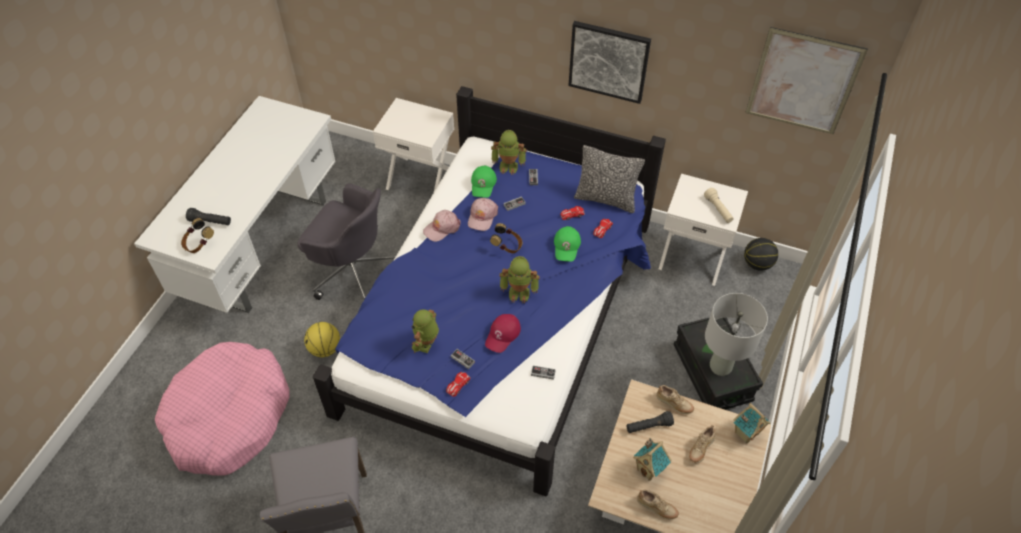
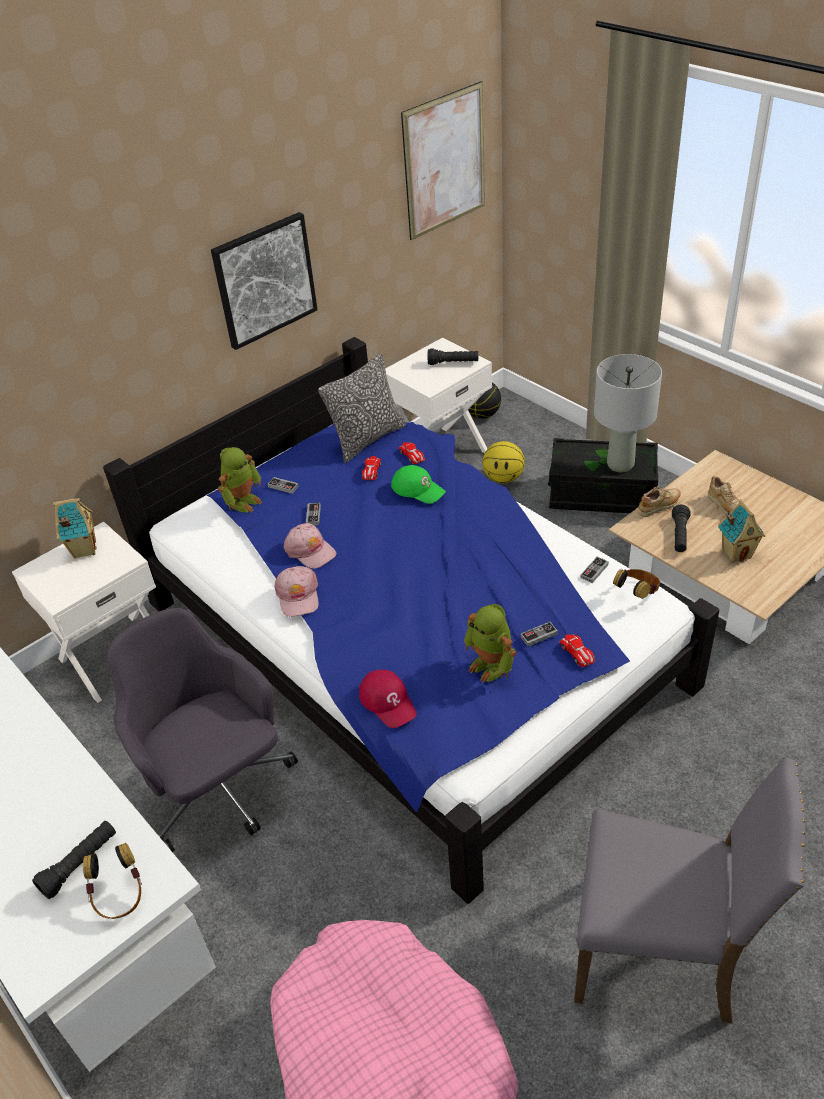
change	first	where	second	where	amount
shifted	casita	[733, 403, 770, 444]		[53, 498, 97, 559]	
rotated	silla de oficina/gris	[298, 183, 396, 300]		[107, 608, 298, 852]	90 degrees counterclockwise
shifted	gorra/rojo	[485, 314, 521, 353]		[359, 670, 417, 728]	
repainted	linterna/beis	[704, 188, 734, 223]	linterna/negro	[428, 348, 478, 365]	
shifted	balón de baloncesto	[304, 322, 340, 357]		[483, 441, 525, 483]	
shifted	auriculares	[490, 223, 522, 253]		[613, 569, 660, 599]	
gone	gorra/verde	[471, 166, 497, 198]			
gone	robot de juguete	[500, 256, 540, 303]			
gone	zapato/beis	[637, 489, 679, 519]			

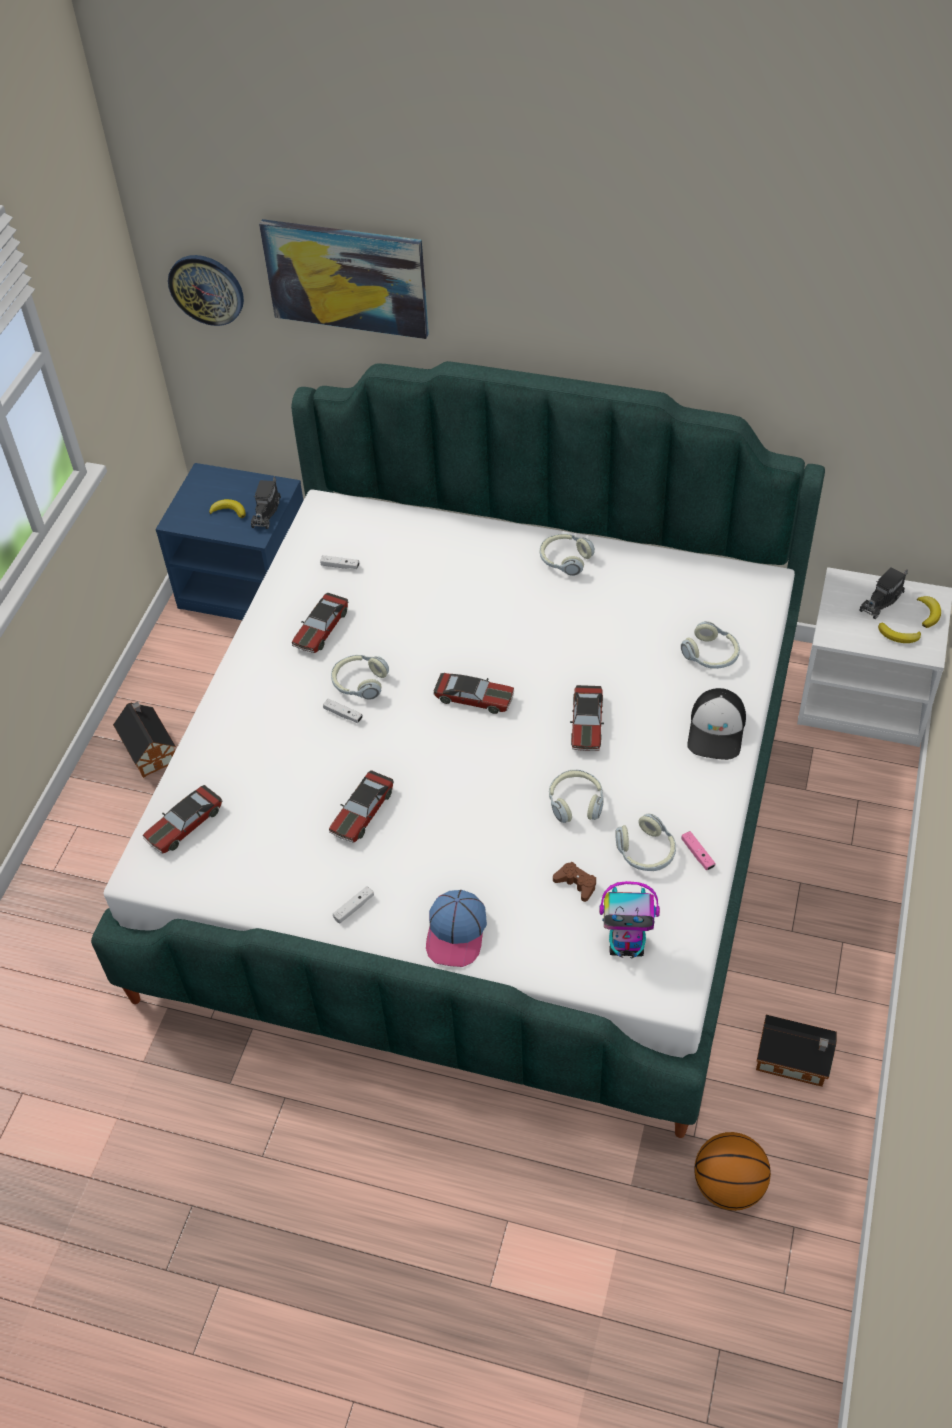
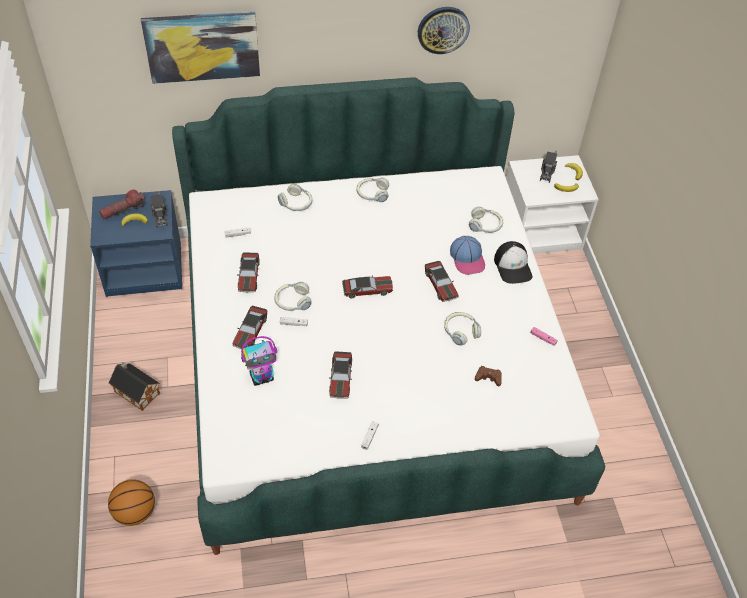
change	first	where	second	where	amount
new			linterna	[99, 190, 145, 219]	
shifted	balón de baloncesto	[694, 1132, 771, 1211]		[108, 479, 155, 526]	
shifted	coche de juguete	[143, 785, 222, 853]		[233, 306, 268, 349]	
shifted	robot de juguete	[599, 881, 660, 958]		[241, 336, 277, 386]	
shifted	auriculares	[615, 814, 676, 871]		[278, 184, 312, 211]	
shifted	reloj de pared	[168, 255, 244, 326]		[418, 7, 470, 54]	
shifted	gorra	[426, 890, 487, 967]		[450, 236, 485, 275]	
gone	casita	[756, 1015, 837, 1087]			

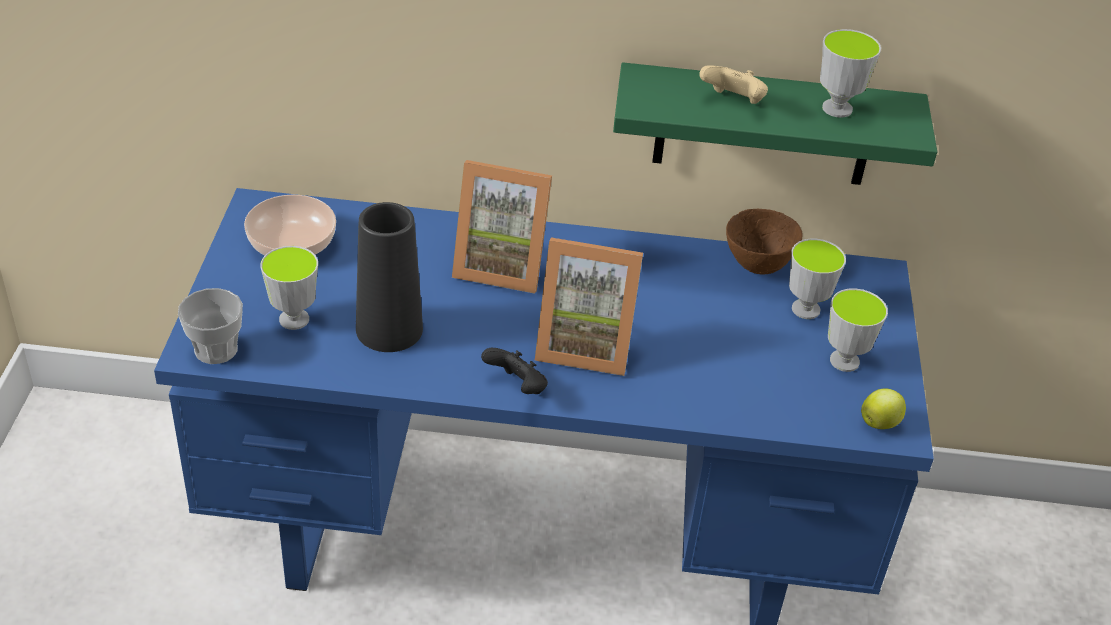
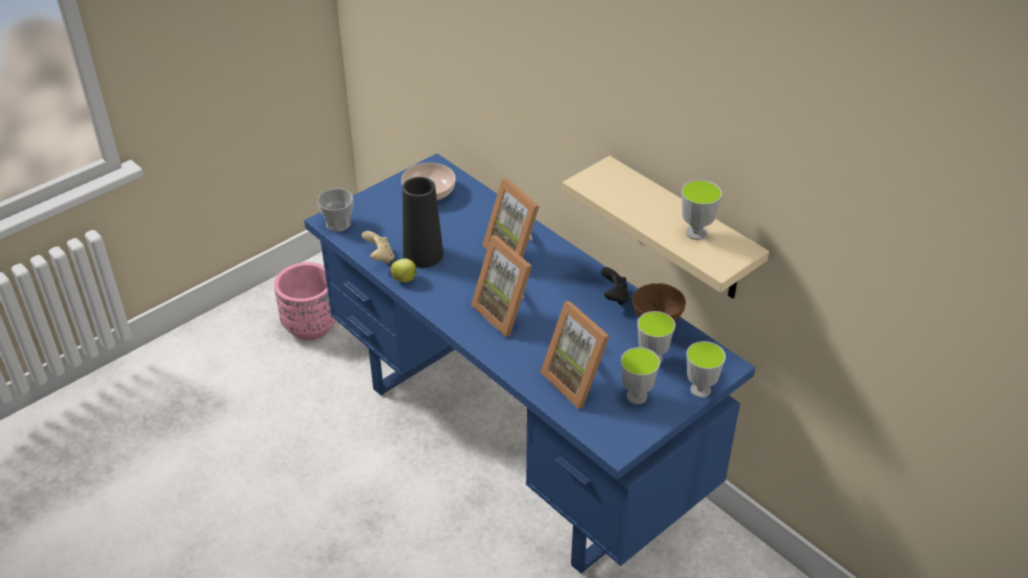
change	first	where	second	where	amount
new			maceta/rosa	[274, 262, 336, 340]	
shifted	mando de consola/beis	[699, 65, 768, 104]		[362, 231, 394, 264]	
shifted	manzana	[861, 389, 906, 429]		[391, 259, 418, 282]	
new			portarretratos	[540, 301, 609, 409]	
repainted	estante/verde	[613, 62, 937, 185]	estante/beis	[562, 156, 769, 299]	
shifted	mando de consola/negro	[481, 348, 548, 394]		[601, 267, 629, 305]	
shifted	taza	[261, 246, 318, 330]		[686, 341, 726, 398]	

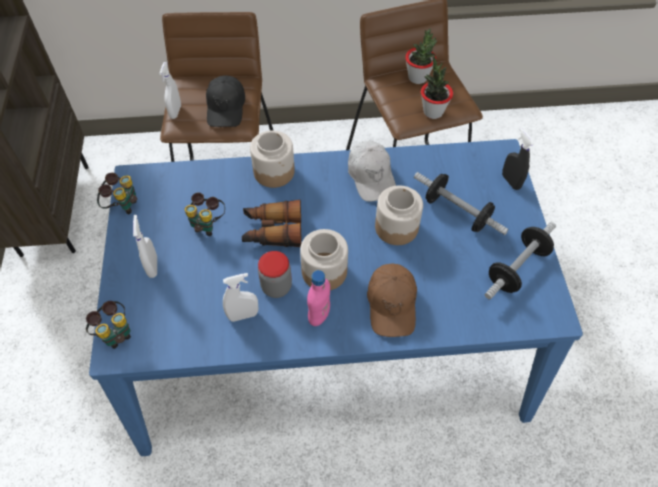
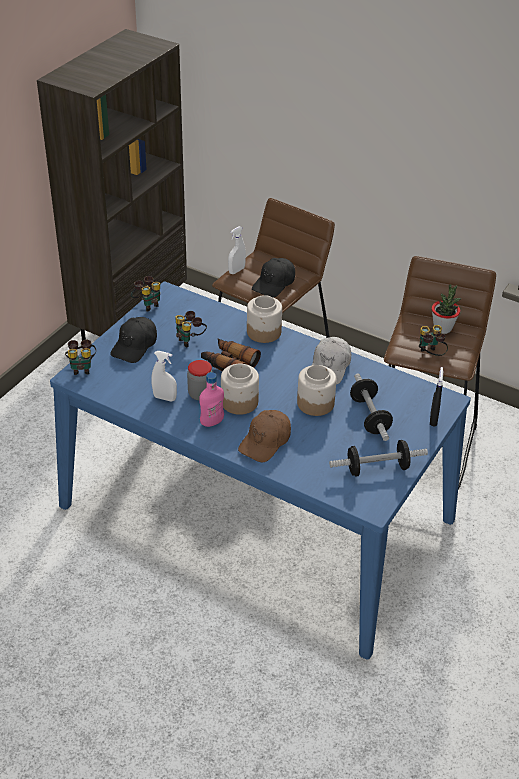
change	first	where	second	where	amount
swapped	pulverizador/blanco	[133, 215, 157, 278]	gorra/negro	[110, 317, 157, 363]	
swapped	planta en maceta	[421, 56, 453, 119]	prismáticos	[419, 325, 448, 356]	

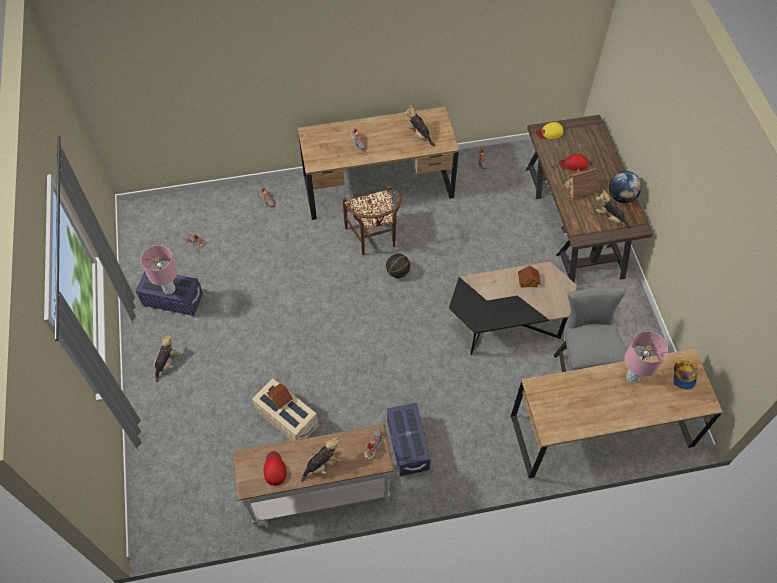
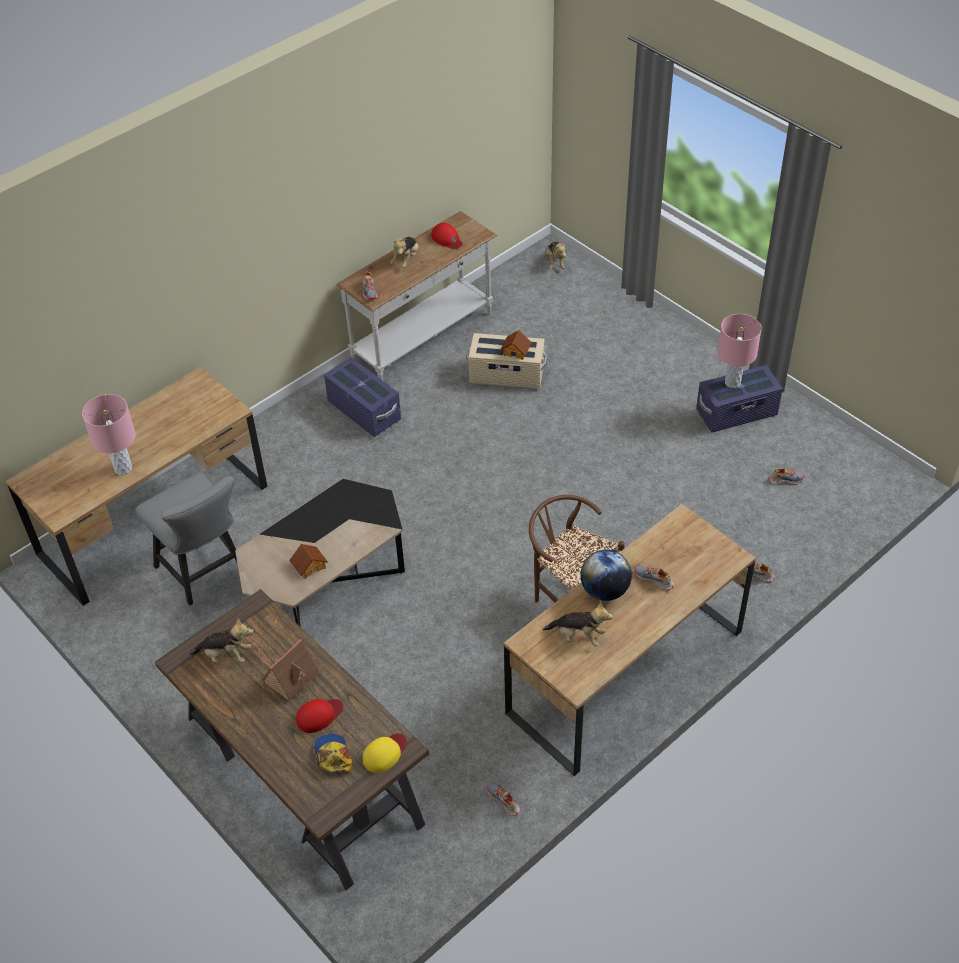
change	first	where	second	where	amount
shifted	gorra	[673, 358, 698, 389]		[314, 734, 352, 774]	
shifted	peluche	[154, 335, 179, 383]		[543, 242, 566, 269]	
shifted	globo terráqueo	[609, 171, 642, 203]		[580, 550, 632, 601]	
gone	balón de baloncesto	[386, 254, 410, 278]			

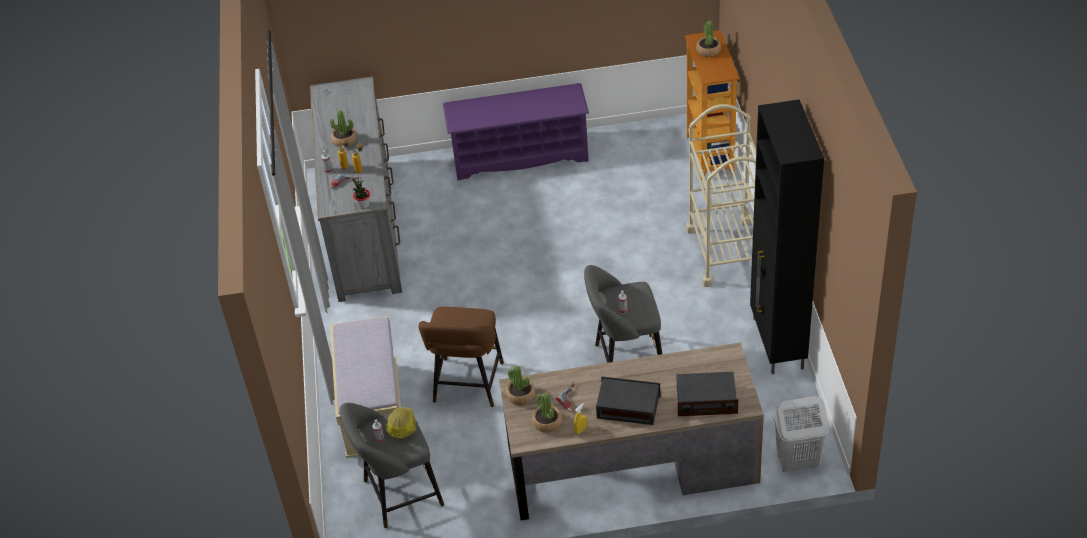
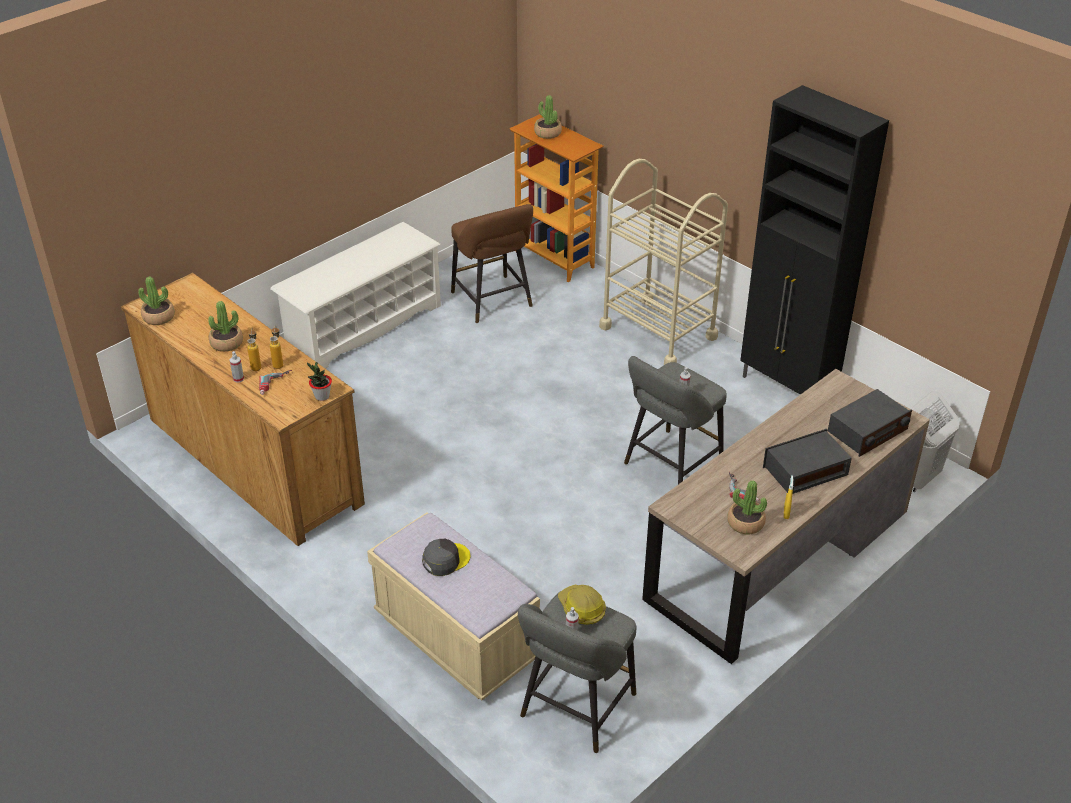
change	first	where	second	where	amount
repainted	cómoda/gris	[310, 77, 402, 302]	cómoda/marrón	[121, 273, 365, 546]	
shifted	planta en maceta	[506, 365, 535, 405]		[138, 277, 175, 325]	
repainted	zapatero/morado	[443, 83, 589, 180]	zapatero/blanco	[270, 222, 441, 369]	
new			gorra/gris	[422, 539, 470, 576]	
shifted	taburete/marrón	[419, 307, 504, 407]		[451, 204, 533, 323]	

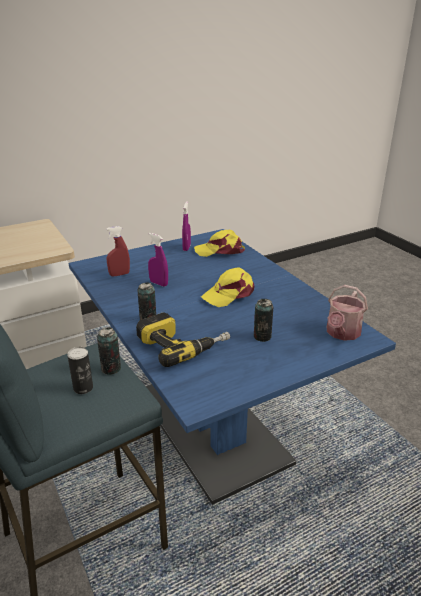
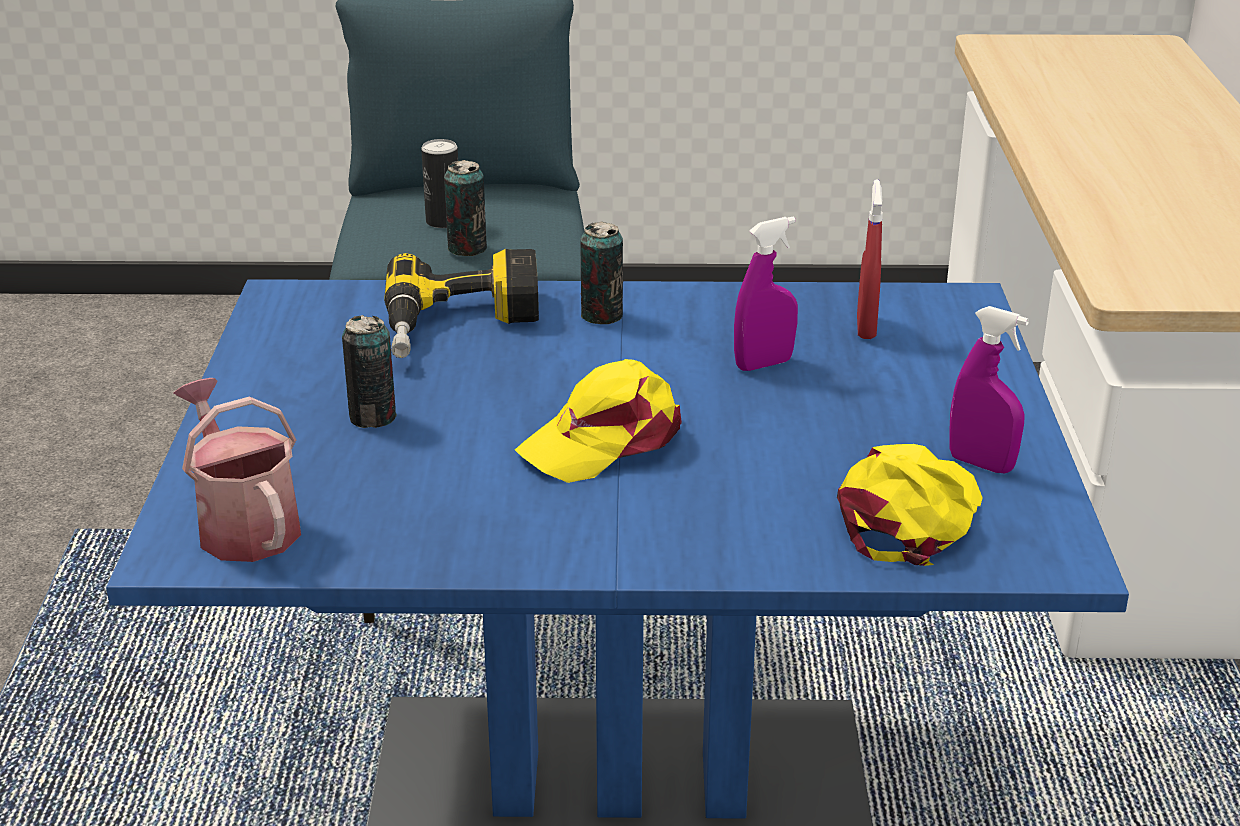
change	first	where	second	where	amount
rotated	gorra/amarillo	[201, 267, 254, 307]		[515, 359, 682, 483]	120 degrees counterclockwise

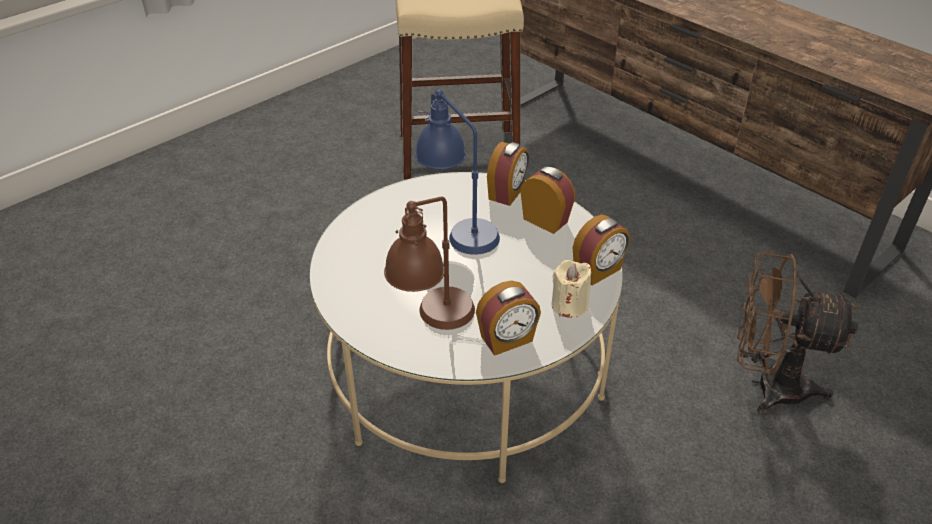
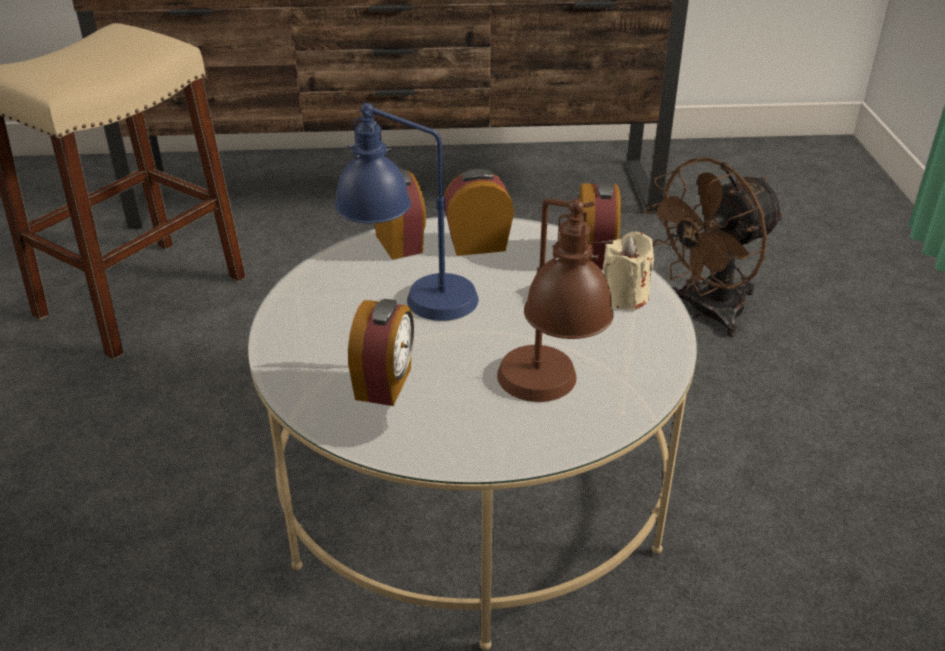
change	first	where	second	where	amount
shifted	despertador	[476, 281, 541, 356]		[348, 299, 414, 406]	

